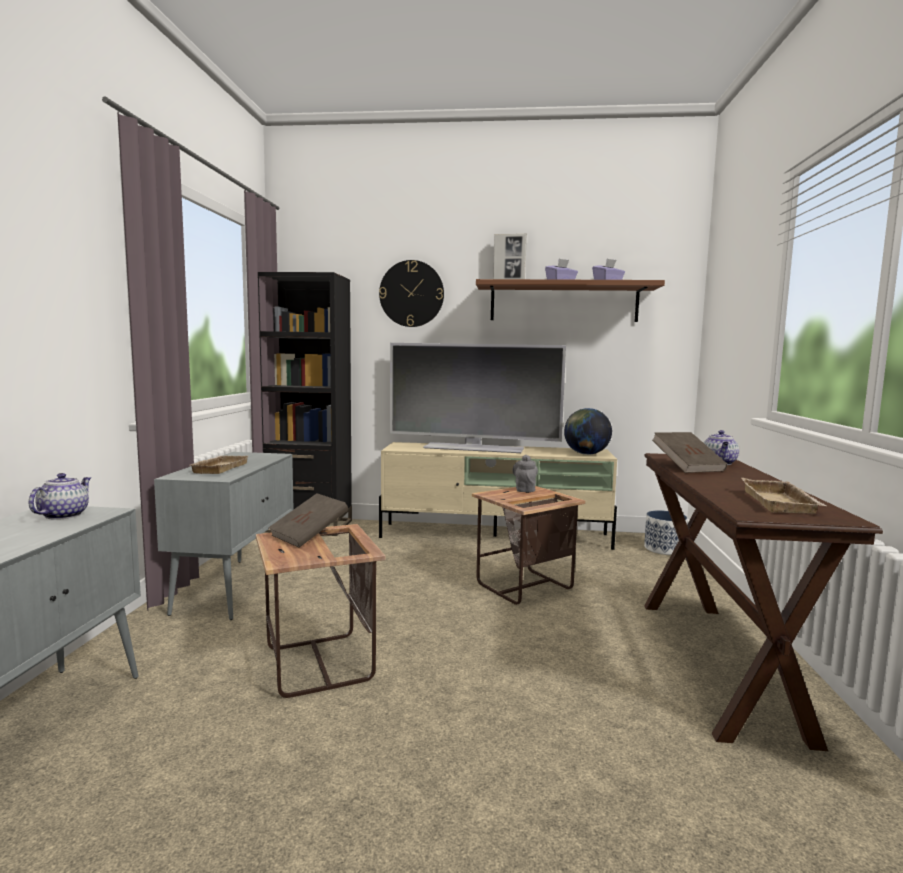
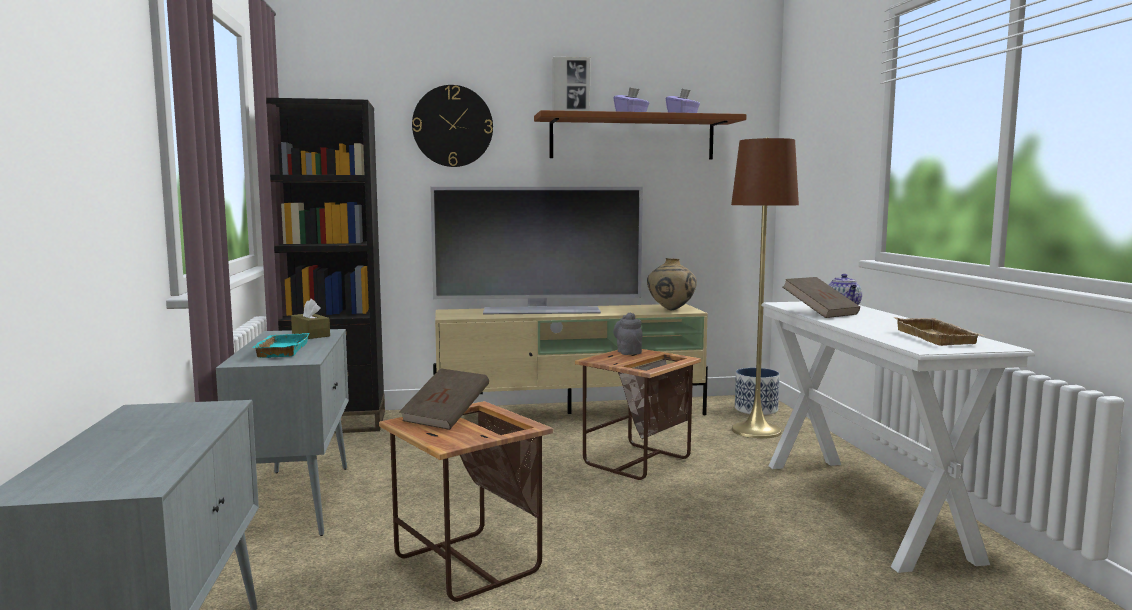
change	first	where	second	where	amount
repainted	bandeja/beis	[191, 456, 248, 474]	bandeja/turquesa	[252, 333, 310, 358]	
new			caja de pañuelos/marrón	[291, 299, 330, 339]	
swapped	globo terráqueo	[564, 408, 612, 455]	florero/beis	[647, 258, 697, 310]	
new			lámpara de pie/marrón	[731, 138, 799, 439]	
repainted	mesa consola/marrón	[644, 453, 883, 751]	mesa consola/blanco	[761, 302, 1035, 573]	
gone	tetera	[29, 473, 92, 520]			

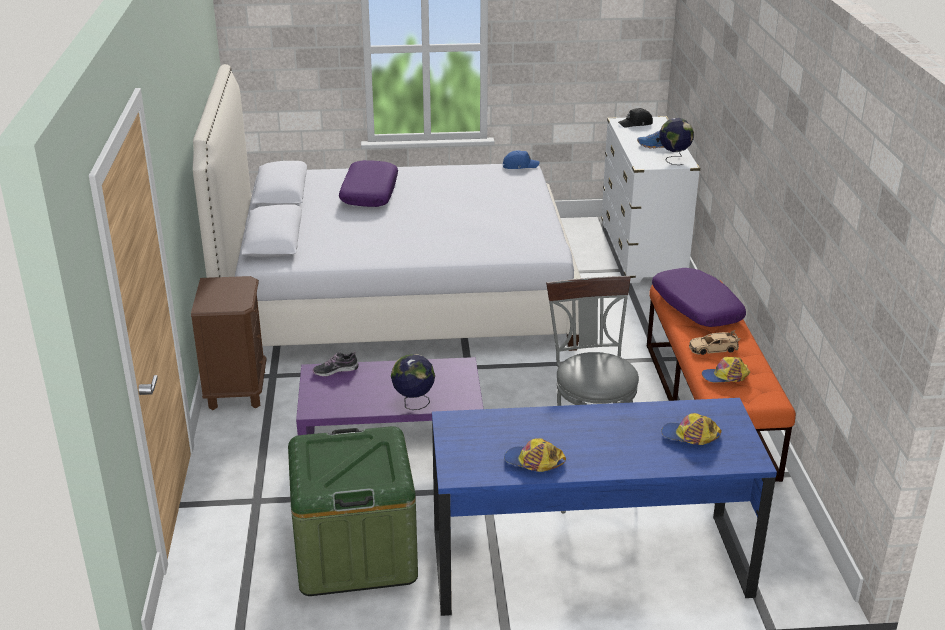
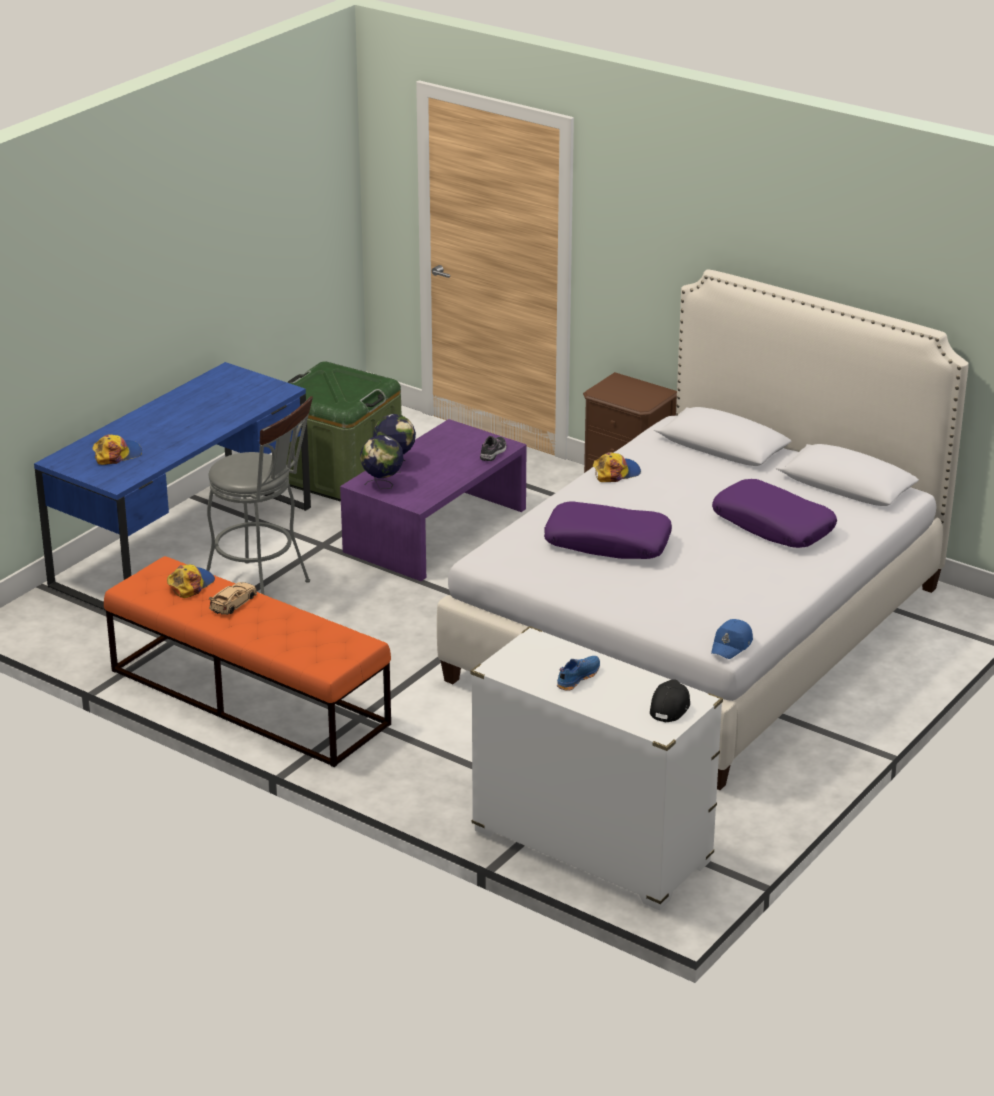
change	first	where	second	where	amount
shifted	globo terráqueo	[659, 118, 694, 165]		[360, 435, 404, 489]	
shifted	cojín/morado	[652, 268, 746, 327]		[544, 501, 672, 559]	
shifted	gorra	[504, 438, 566, 472]		[593, 452, 641, 482]	

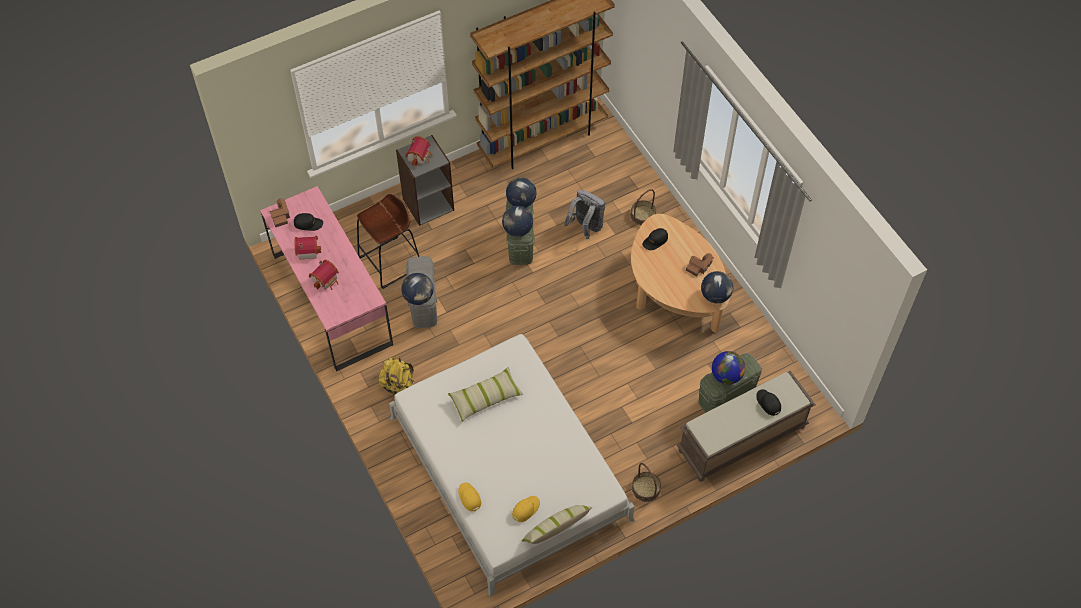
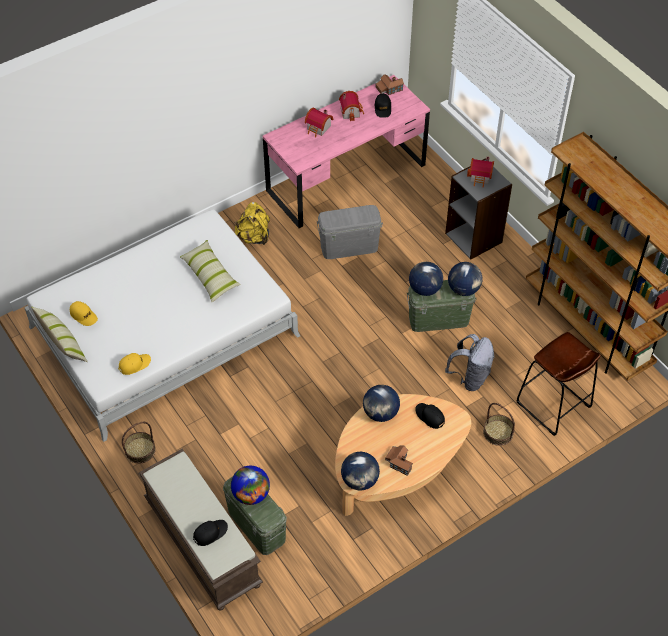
change	first	where	second	where	amount
shifted	gorra/amarillo	[458, 482, 481, 511]		[118, 353, 151, 375]	
shifted	globo terráqueo	[401, 273, 434, 305]		[363, 385, 400, 422]	
shifted	taburete/marrón	[357, 194, 419, 289]		[516, 332, 601, 436]	

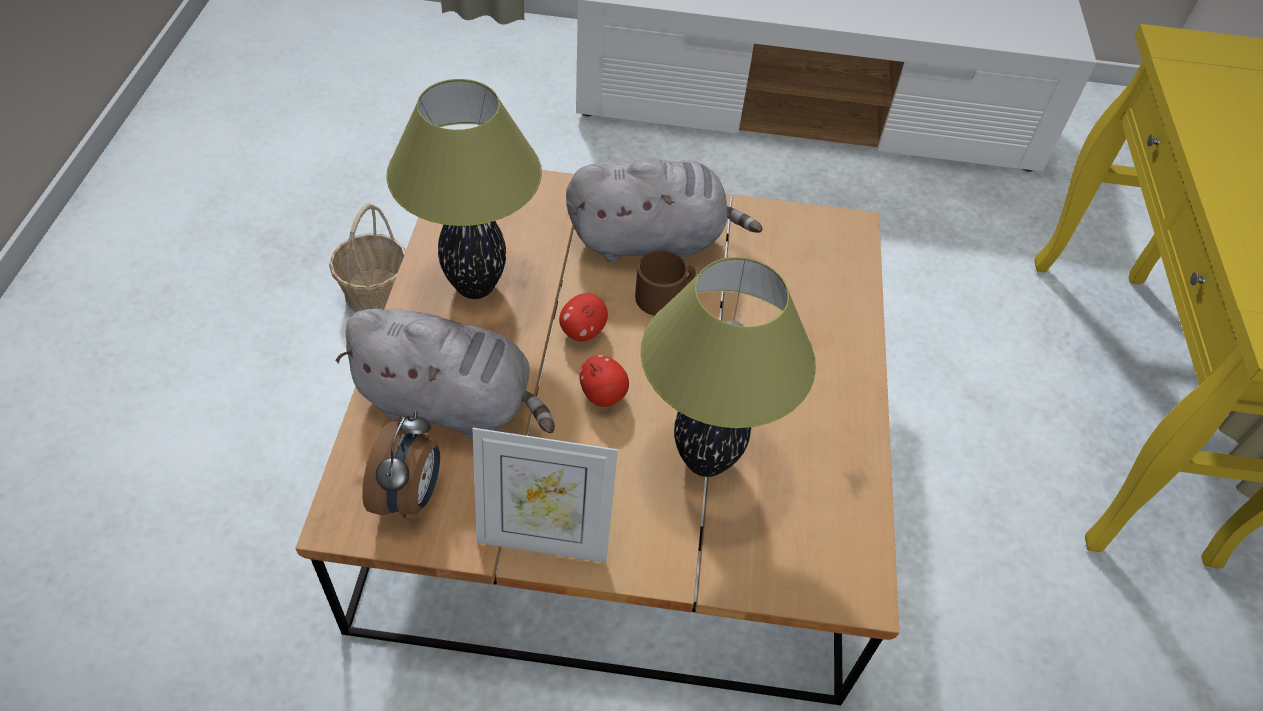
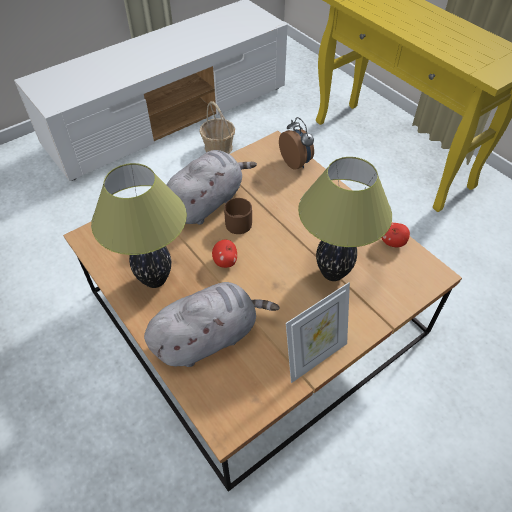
change	first	where	second	where	amount
shifted	cesta	[329, 203, 406, 312]		[199, 101, 235, 154]	
shifted	despertador	[362, 411, 440, 518]		[279, 117, 314, 169]	
shifted	manzana	[579, 355, 629, 407]		[382, 223, 410, 247]	

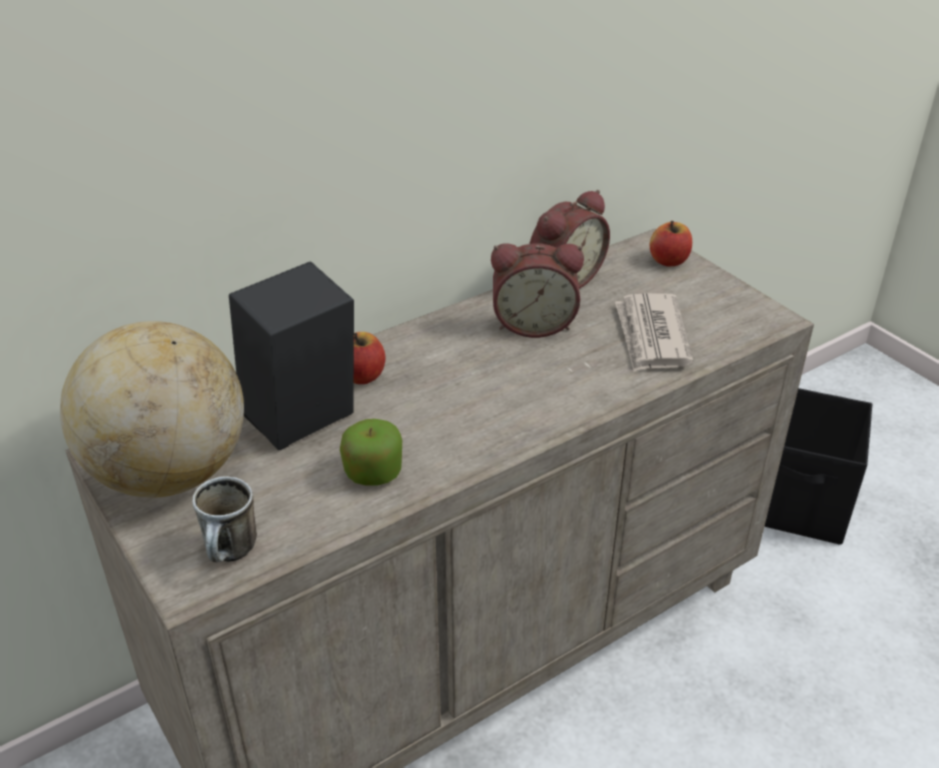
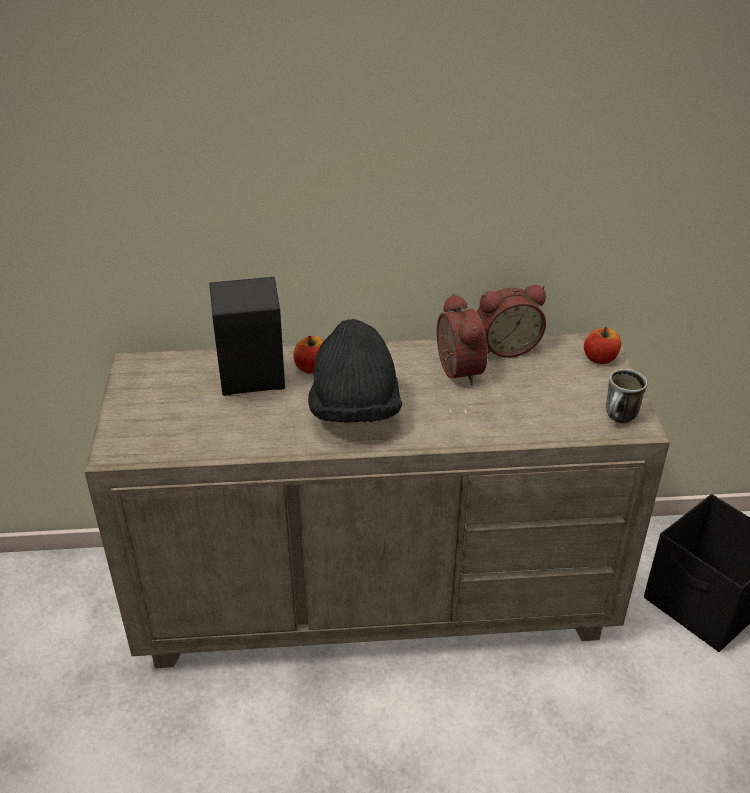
change	first	where	second	where	amount
new			sombrero/negro	[308, 319, 402, 423]	
rotated	despertador	[491, 243, 584, 338]		[437, 293, 488, 385]	135 degrees counterclockwise
shifted	taza grande	[192, 476, 257, 562]		[606, 369, 647, 423]	
gone	globo terráqueo	[60, 321, 244, 498]			
gone	manzana	[340, 419, 402, 486]			
gone	periódico	[615, 293, 693, 372]			

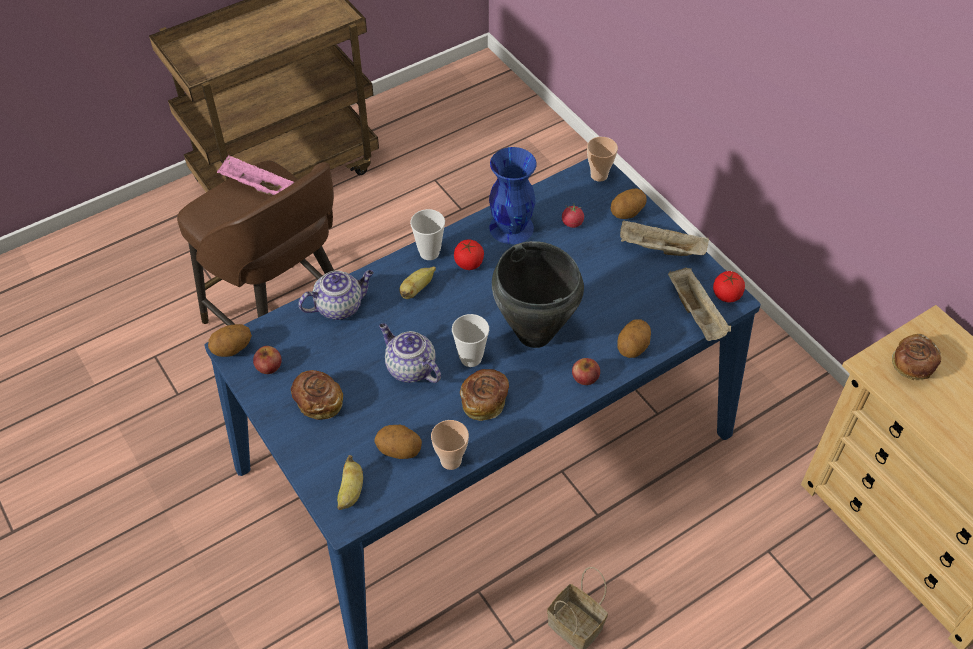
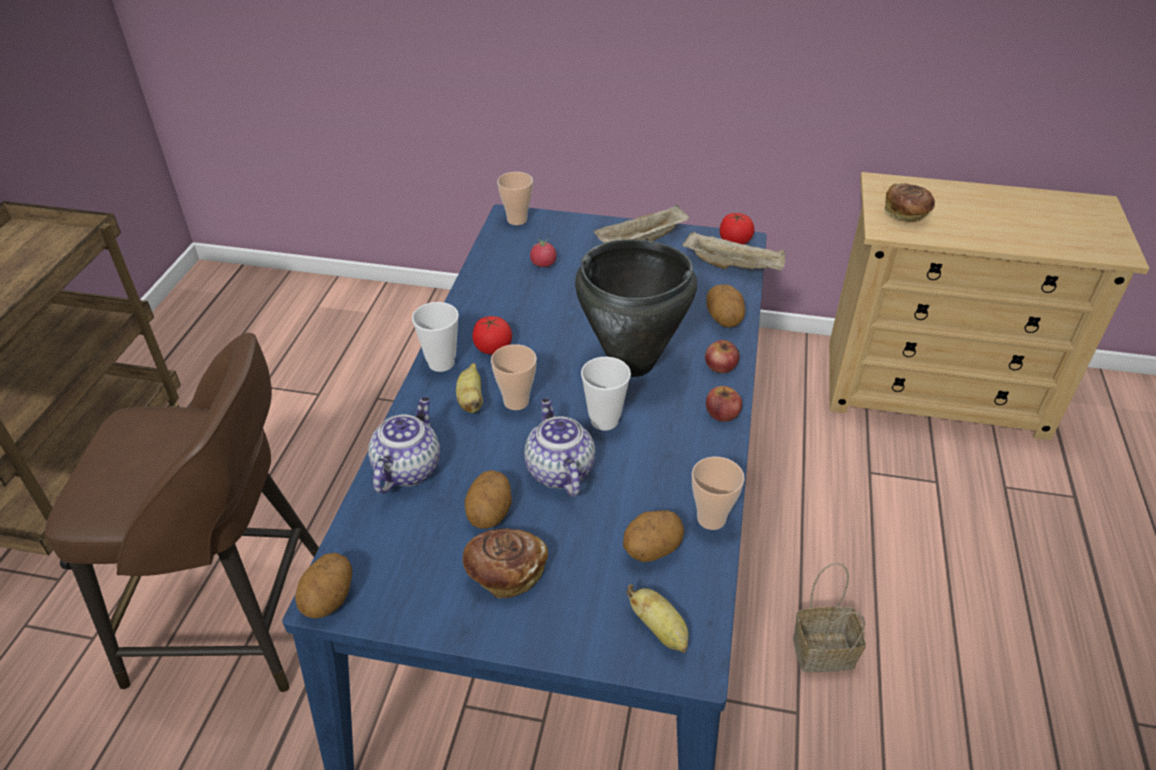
change	first	where	second	where	amount
shifted	patata	[611, 188, 647, 219]		[465, 470, 512, 529]	
new			taza	[491, 344, 537, 410]	
rotated	tetera	[379, 323, 441, 383]		[524, 398, 595, 497]	75 degrees clockwise
shifted	manzana	[253, 346, 282, 374]		[706, 386, 742, 422]	
gone	bandeja/rosa	[217, 155, 294, 195]			
gone	pan	[460, 369, 509, 421]			
gone	florero/azul	[489, 147, 537, 244]			

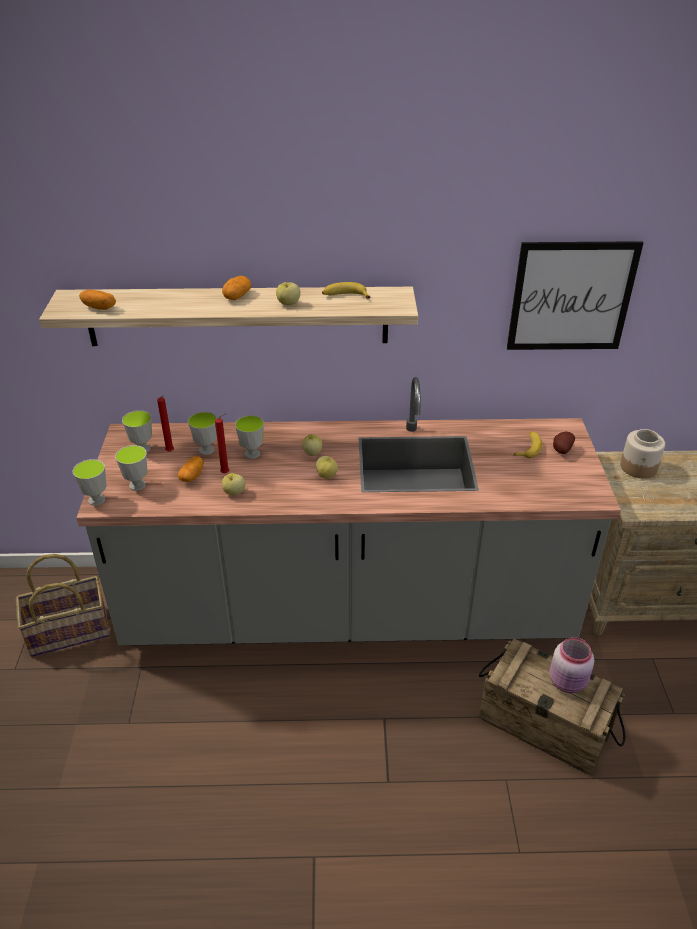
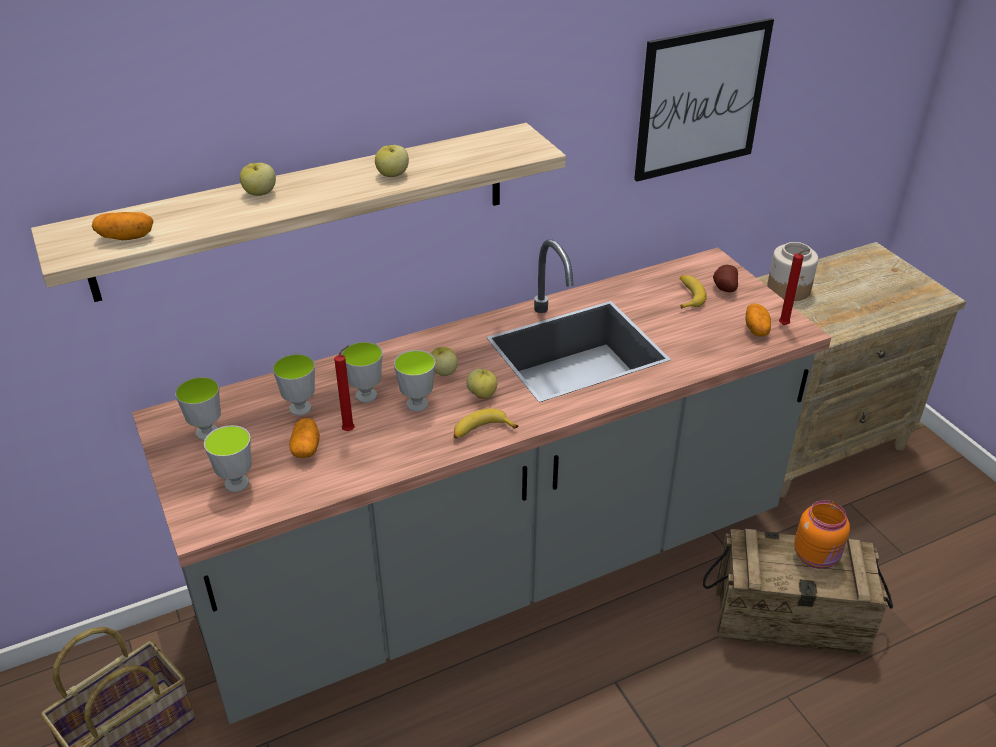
change	first	where	second	where	amount
shifted	manzana	[222, 473, 245, 495]		[240, 163, 276, 196]	
shifted	taza	[73, 459, 107, 506]		[394, 350, 436, 412]	
shifted	plátano	[322, 282, 370, 299]		[454, 408, 518, 439]	
shifted	patata	[222, 276, 252, 300]		[745, 304, 771, 336]	
shifted	vela/rojo	[157, 396, 174, 452]		[779, 249, 811, 325]	
repainted	tarro/rosa	[549, 637, 594, 693]	tarro/naranja	[794, 500, 850, 569]	

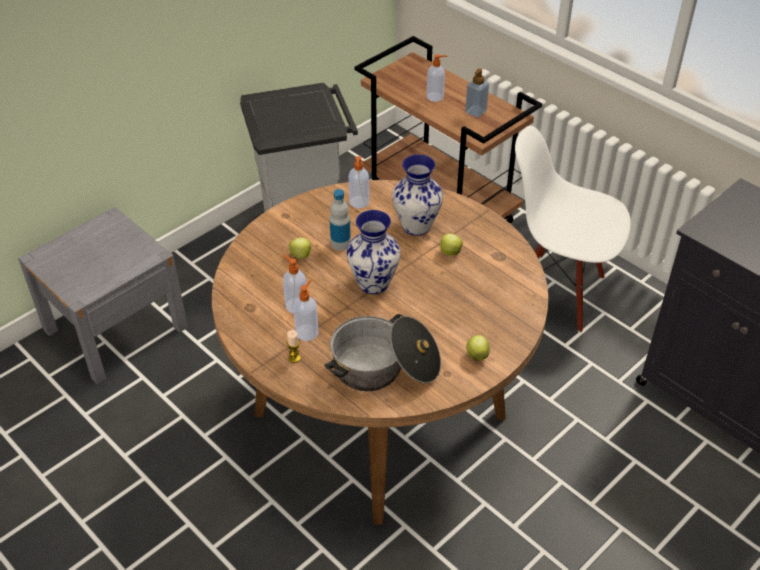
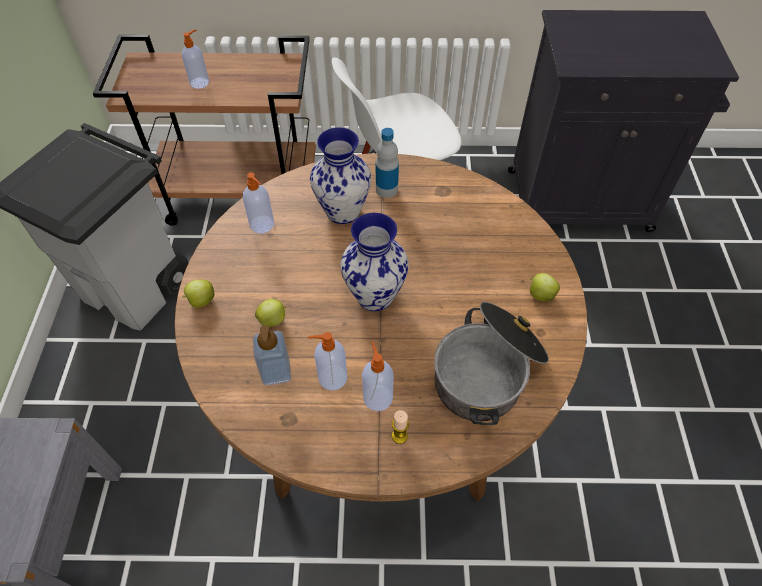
change	first	where	second	where	amount
shifted	manzana	[439, 234, 463, 255]		[182, 280, 215, 308]	
shifted	dispensador de jabón	[465, 69, 489, 118]		[253, 326, 291, 385]	
shifted	botella	[330, 189, 351, 250]		[376, 128, 399, 198]	

